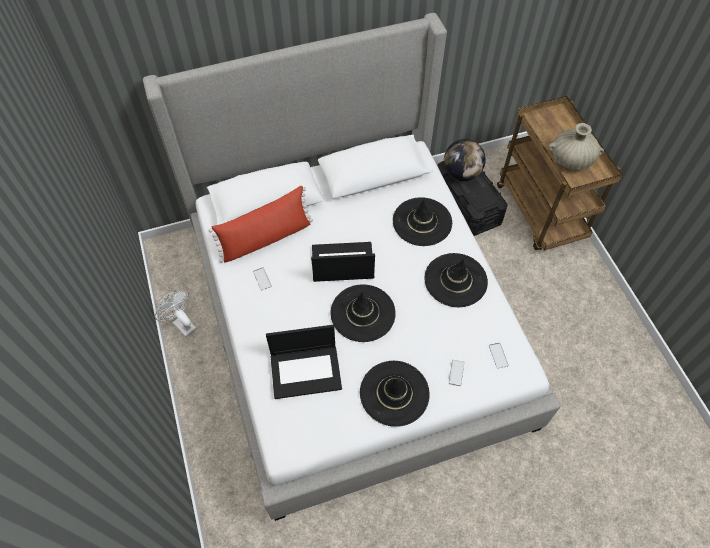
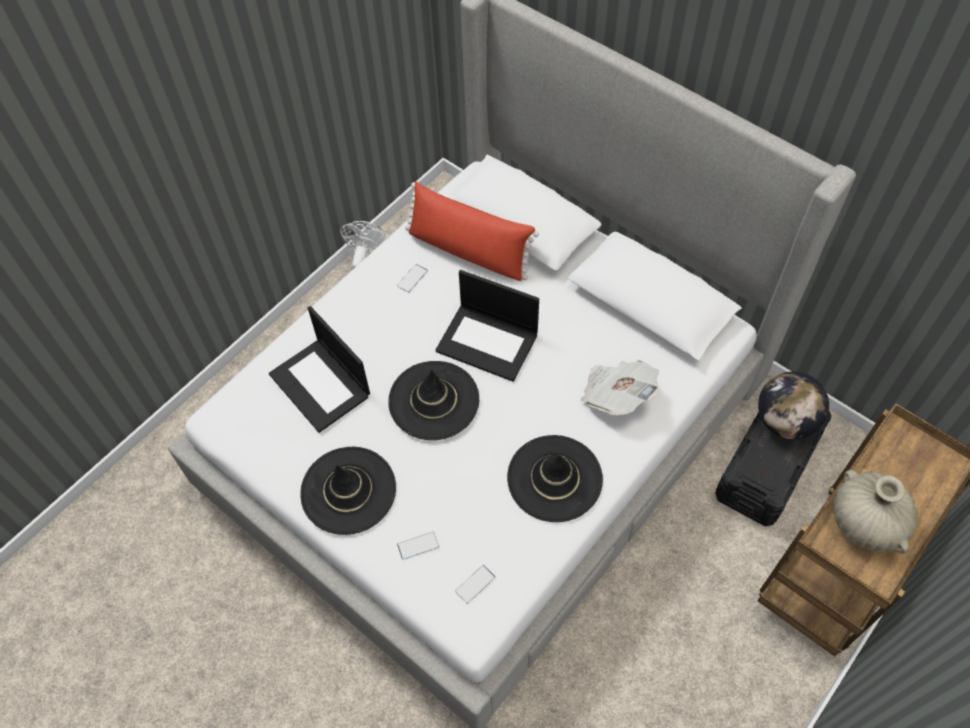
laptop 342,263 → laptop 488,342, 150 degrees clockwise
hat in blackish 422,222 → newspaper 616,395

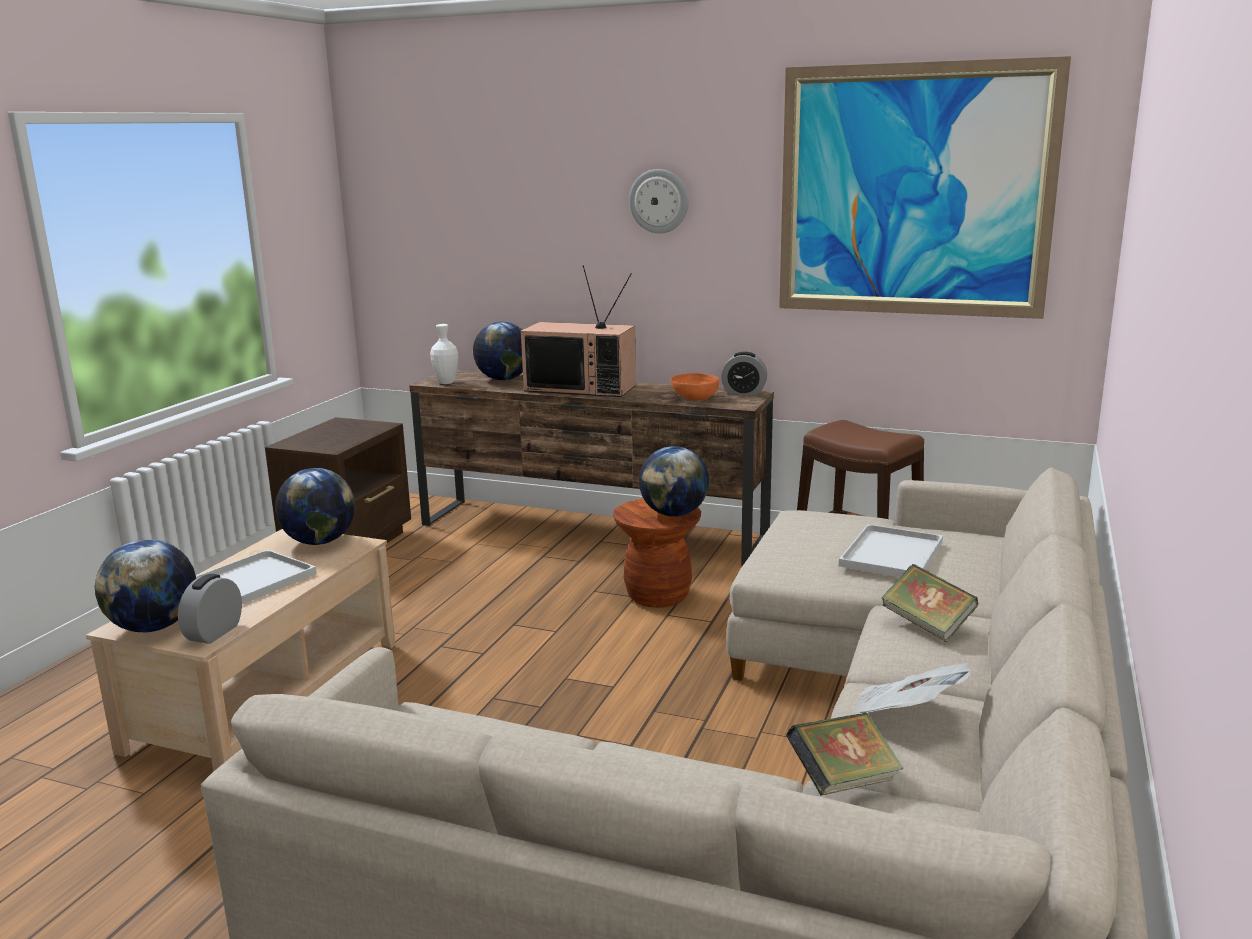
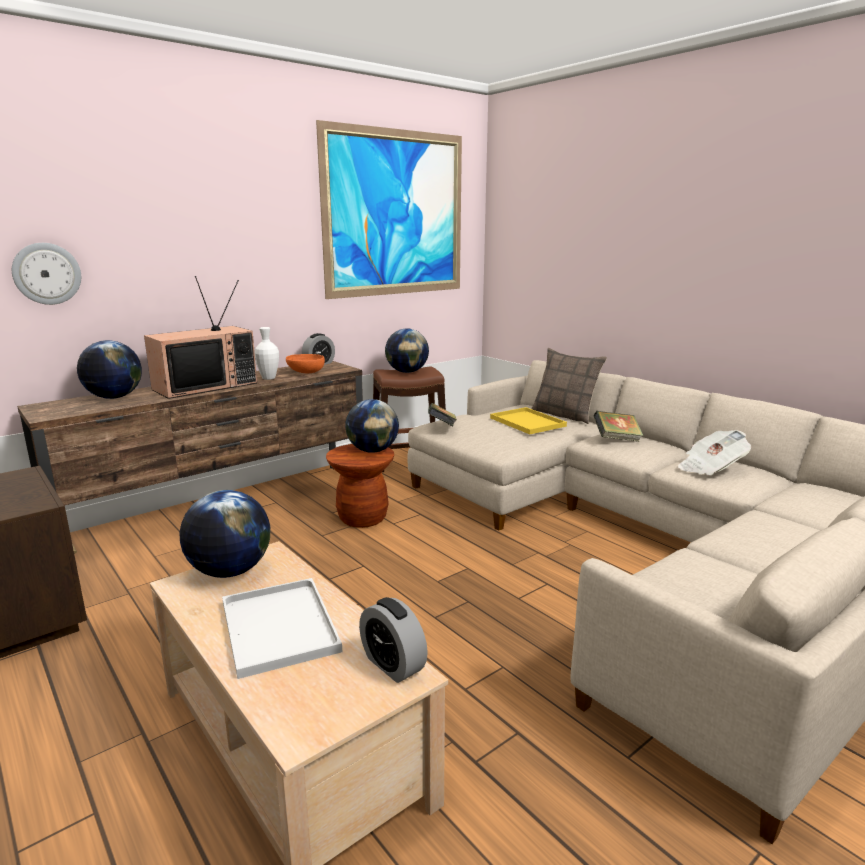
desk globe 154,627 → desk globe 407,372, moved
vase in whitish 446,382 → vase in whitish 268,378, moved
hanging clock 659,201 → hanging clock 47,273, moved
bound book 843,781 → bound book 442,427, moved
serving tray in whitish 891,553 → serving tray in yellowish 526,422
- → throw pillow 565,415

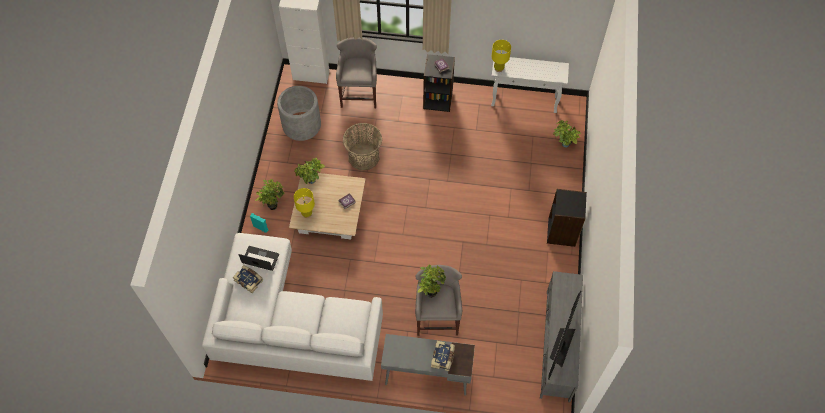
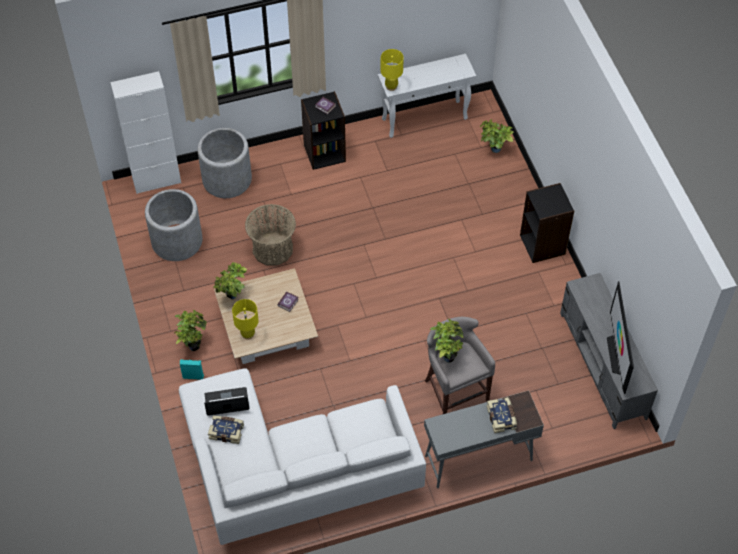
sitting stool in grey 359,93 → flower pot in grey 227,179

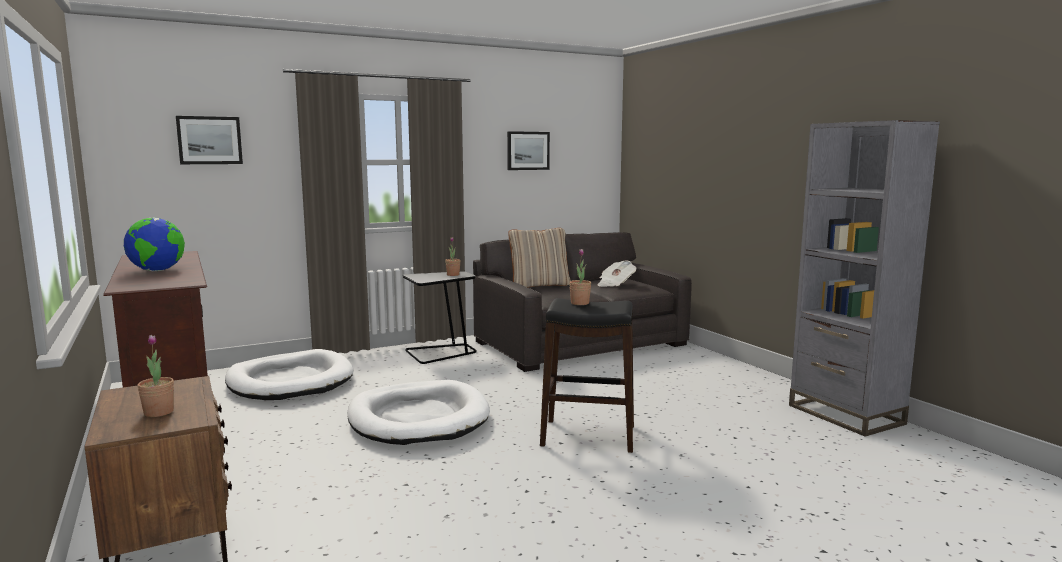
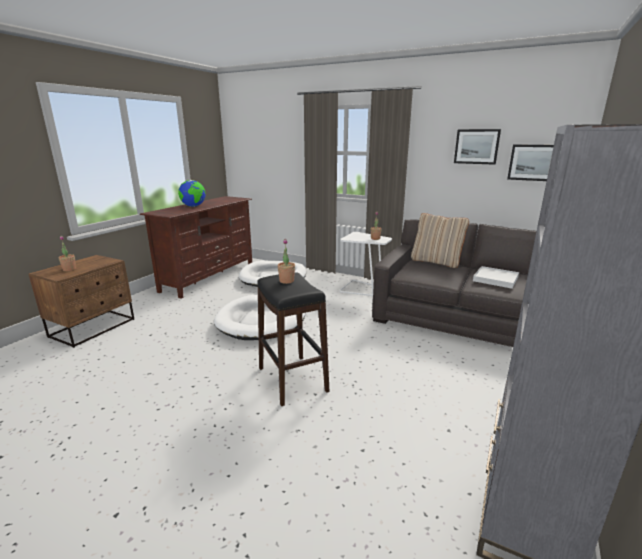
picture 209,140 → picture 533,162, moved
end table in blackish 440,353 → end table in whitish 364,289
newspaper 615,284 → serving tray in whitish 495,279

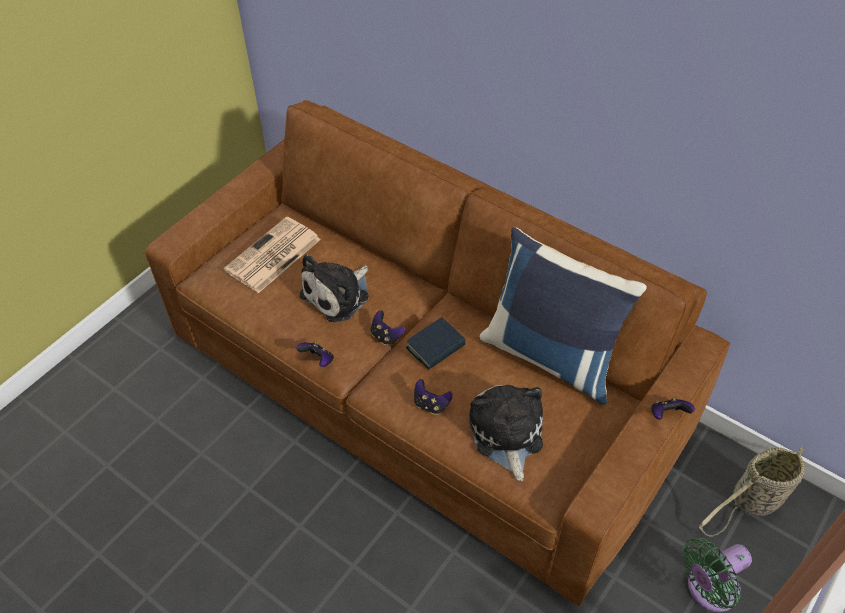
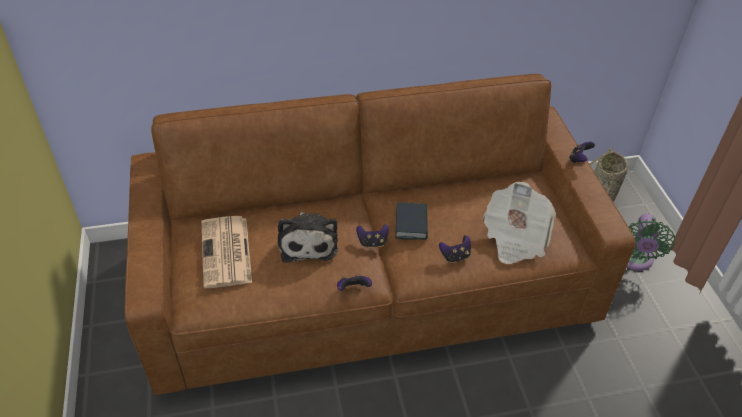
cuddly toy 506,435 → newspaper 515,237
throw pillow in bluish 551,355 → -

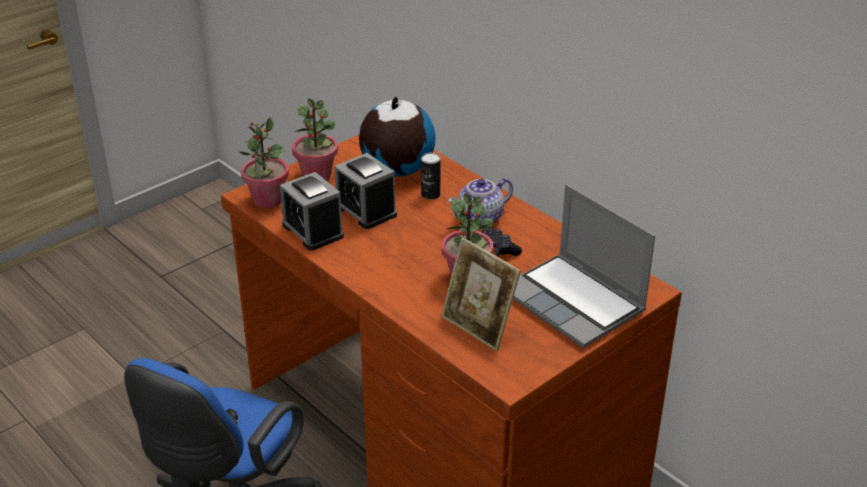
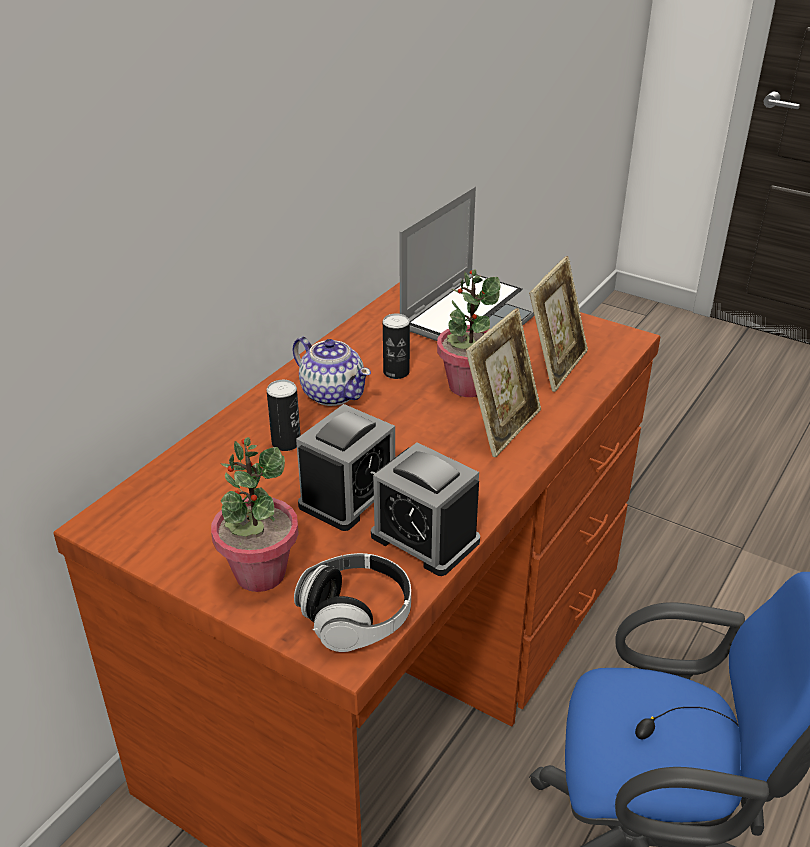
plant in a pot 267,200 → headphones 356,617
alarm clock 313,231 → alarm clock 425,538, 90 degrees clockwise
desk globe 397,170 → -
gamepad in blackish 498,248 → can 396,372
- → standing frame 502,427

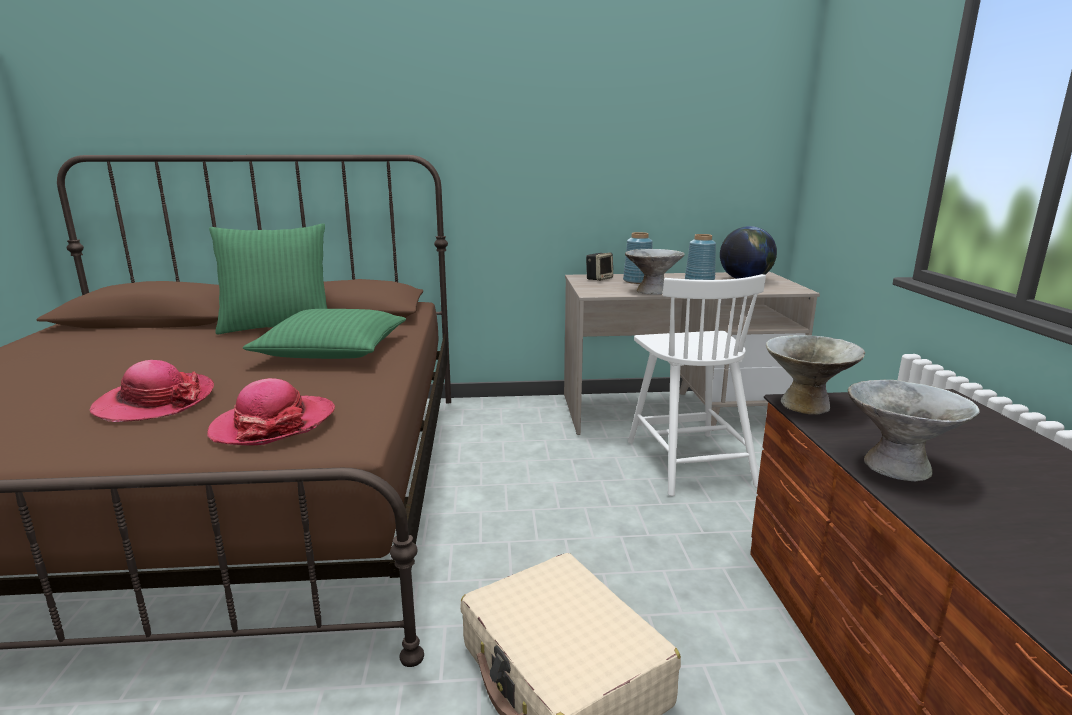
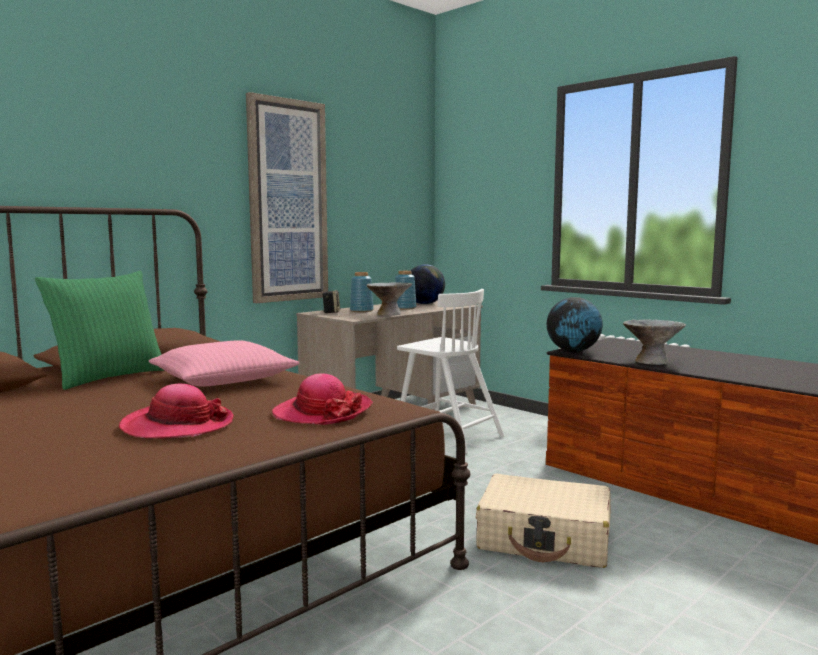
throw pillow in green-coloured 333,351 → throw pillow in pink 223,380
deep dish in grey 805,405 → desk globe 573,351
- → picture 287,201

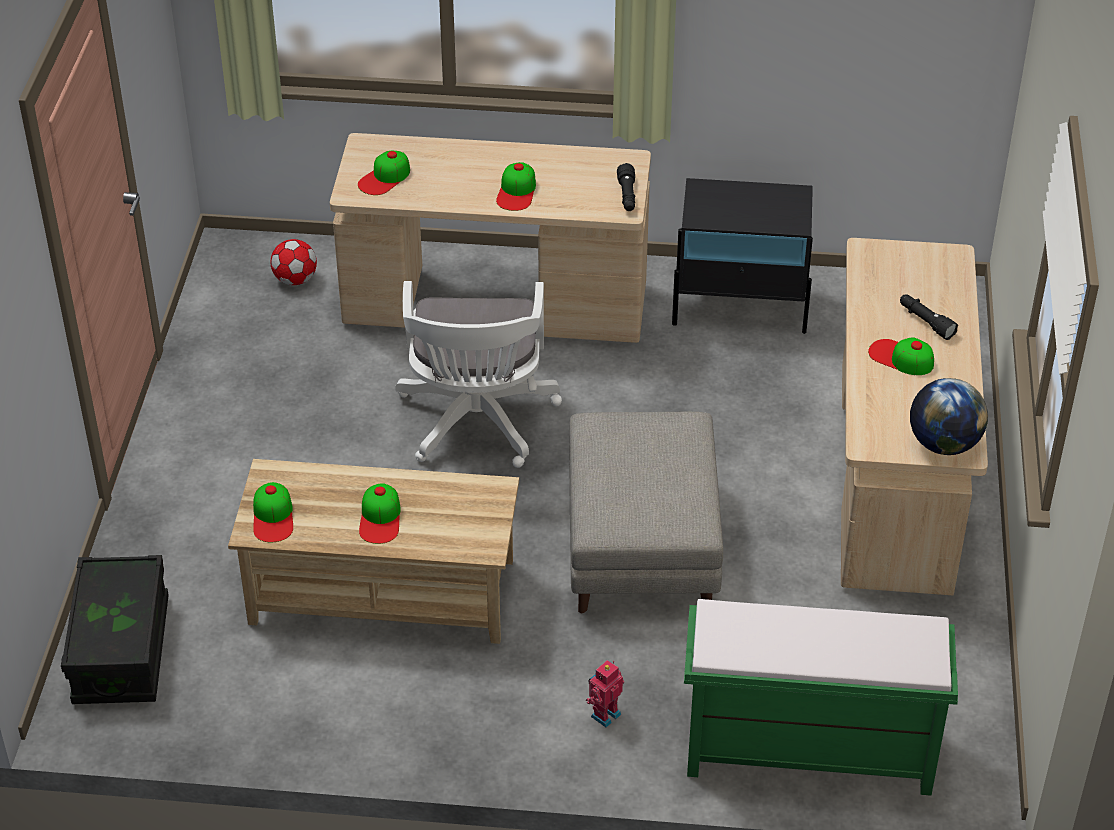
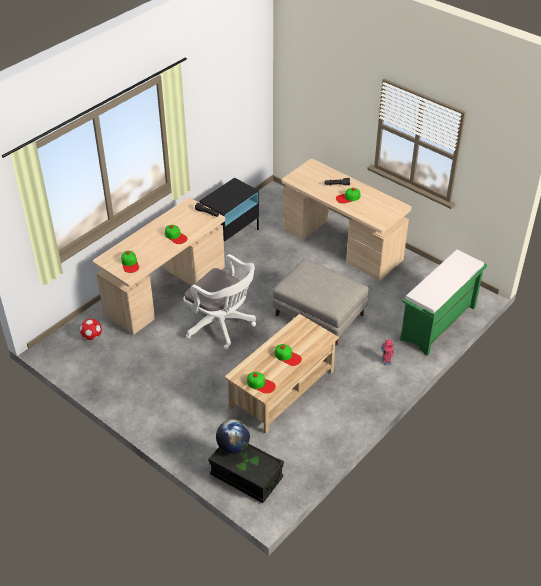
desk globe 943,444 → desk globe 233,447, moved

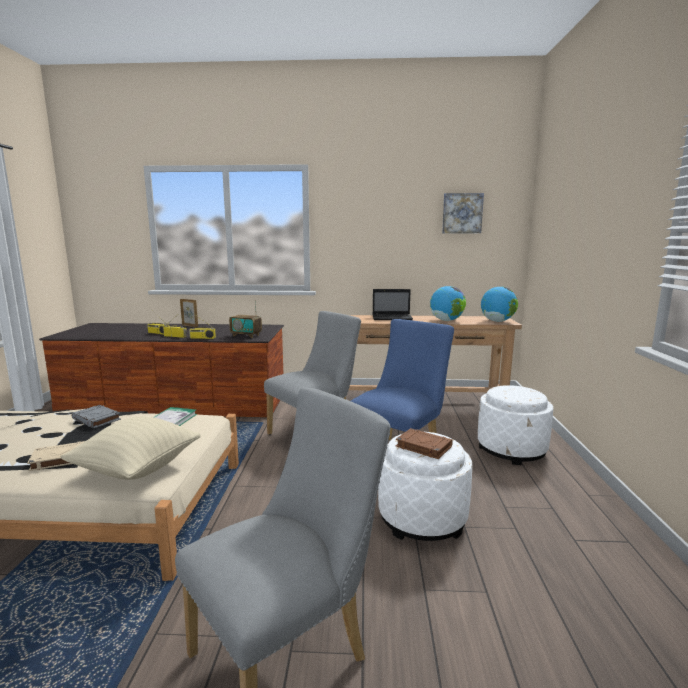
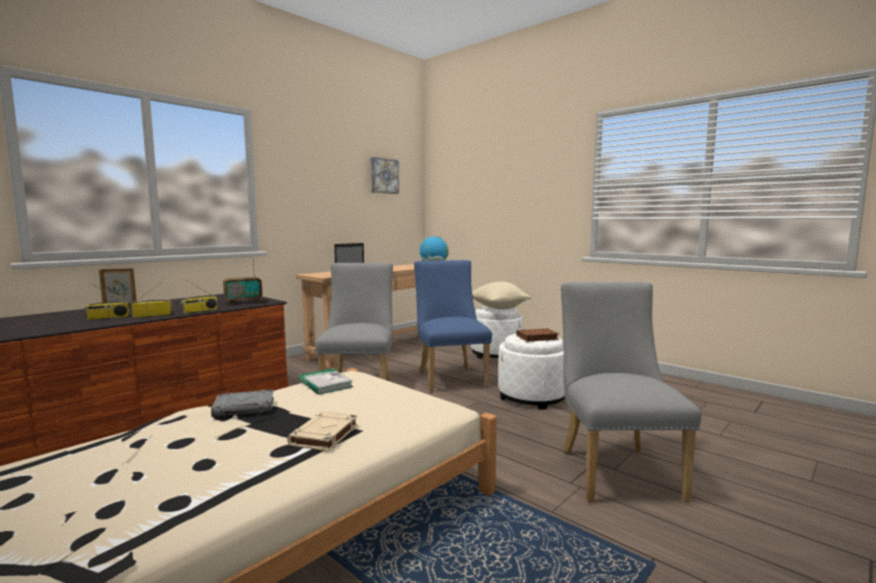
throw pillow in sand-coloured 137,469 → throw pillow in sand-coloured 498,309, moved
desk globe 446,320 → -

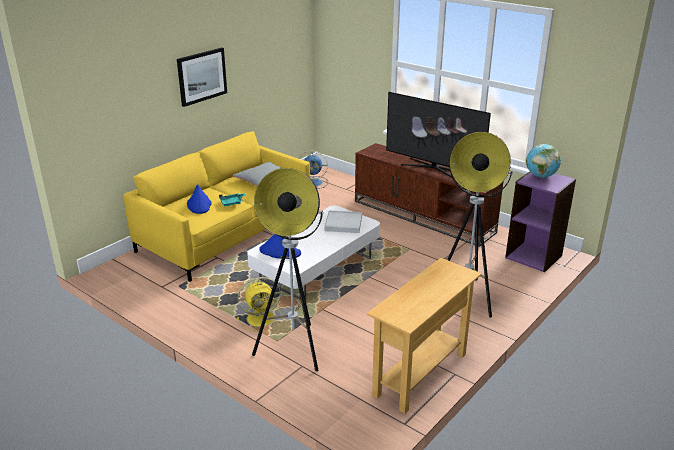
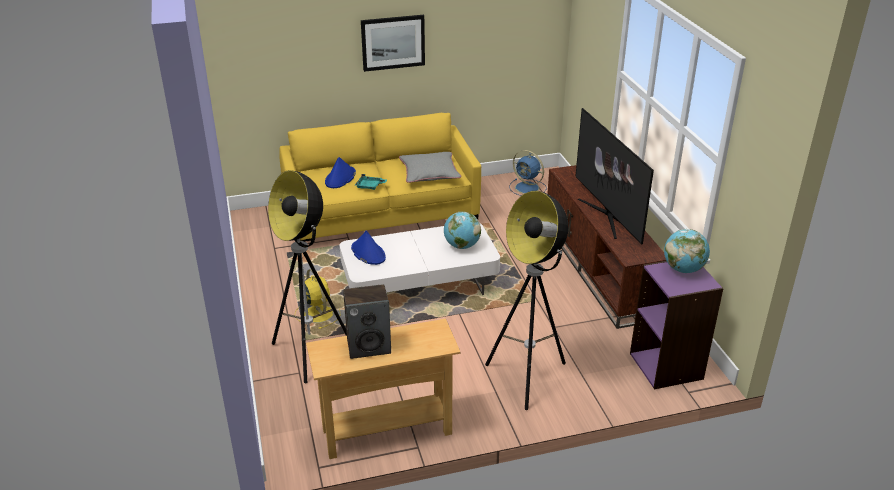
fan in yellowish 262,318 → fan in yellowish 318,313, 135 degrees counterclockwise
serving tray in whitish 343,224 → desk globe 461,246
- → loudspeaker 369,346

